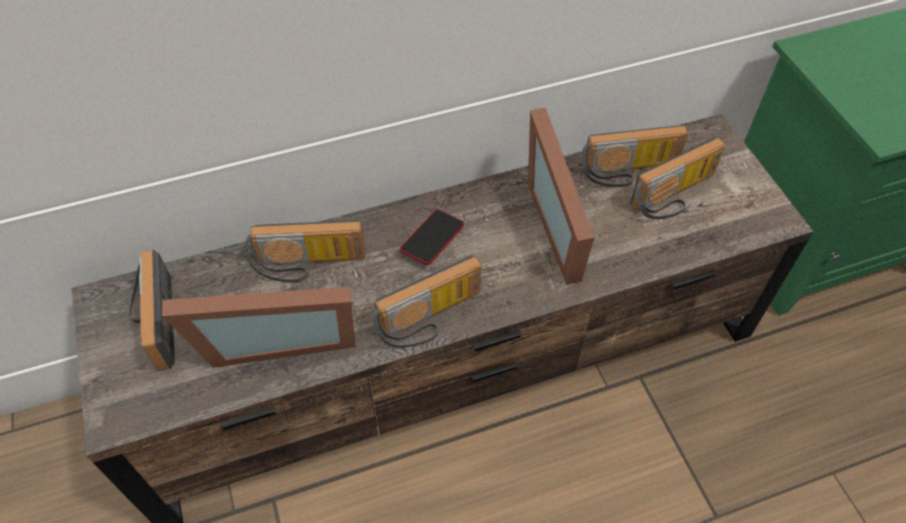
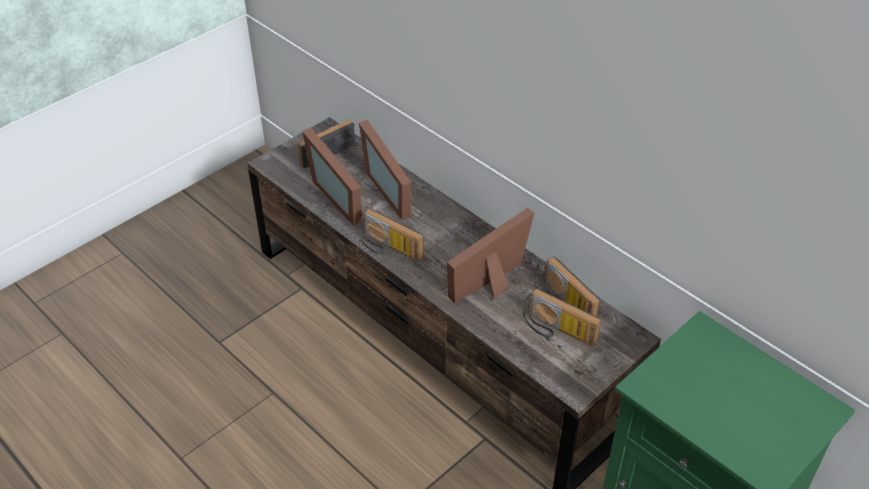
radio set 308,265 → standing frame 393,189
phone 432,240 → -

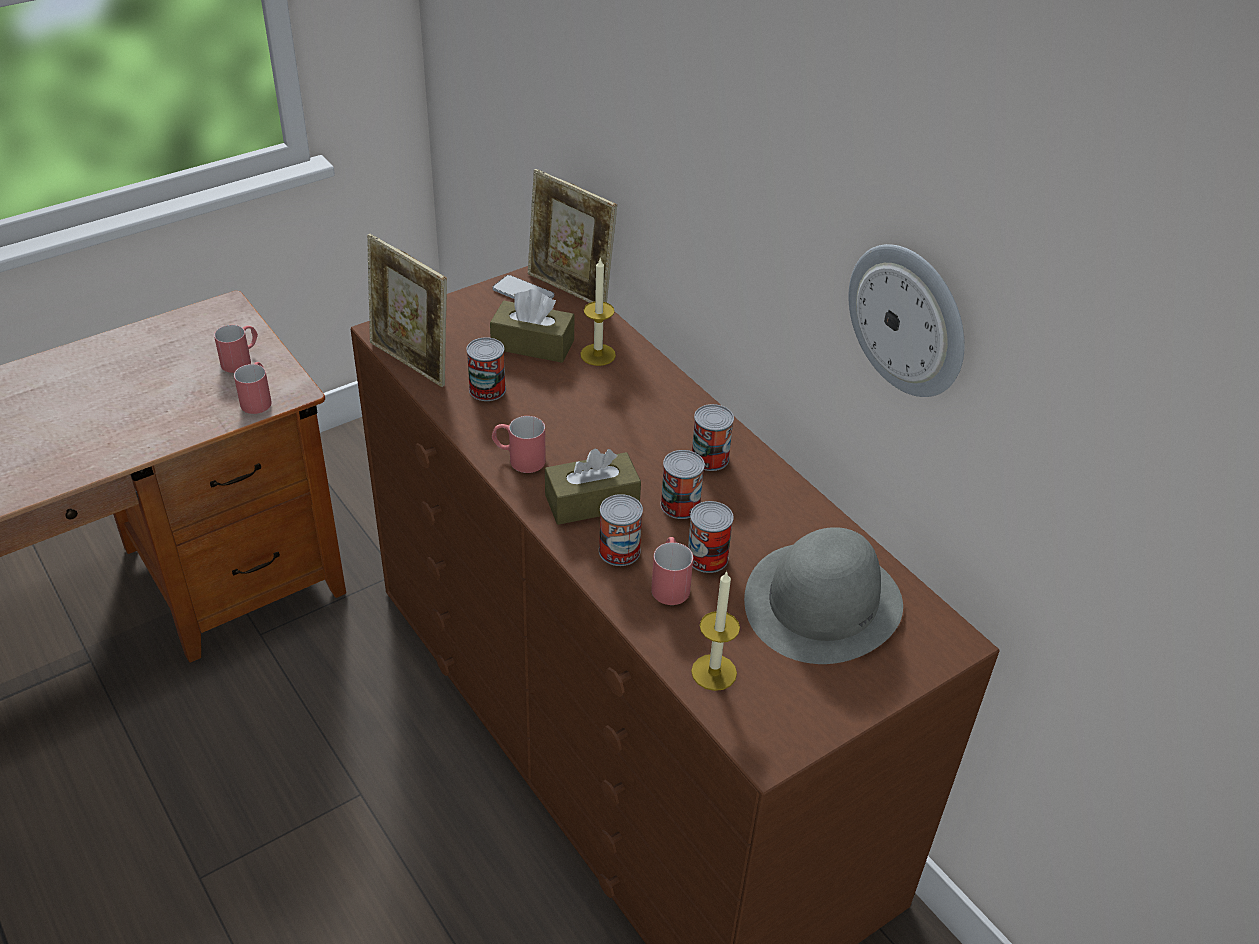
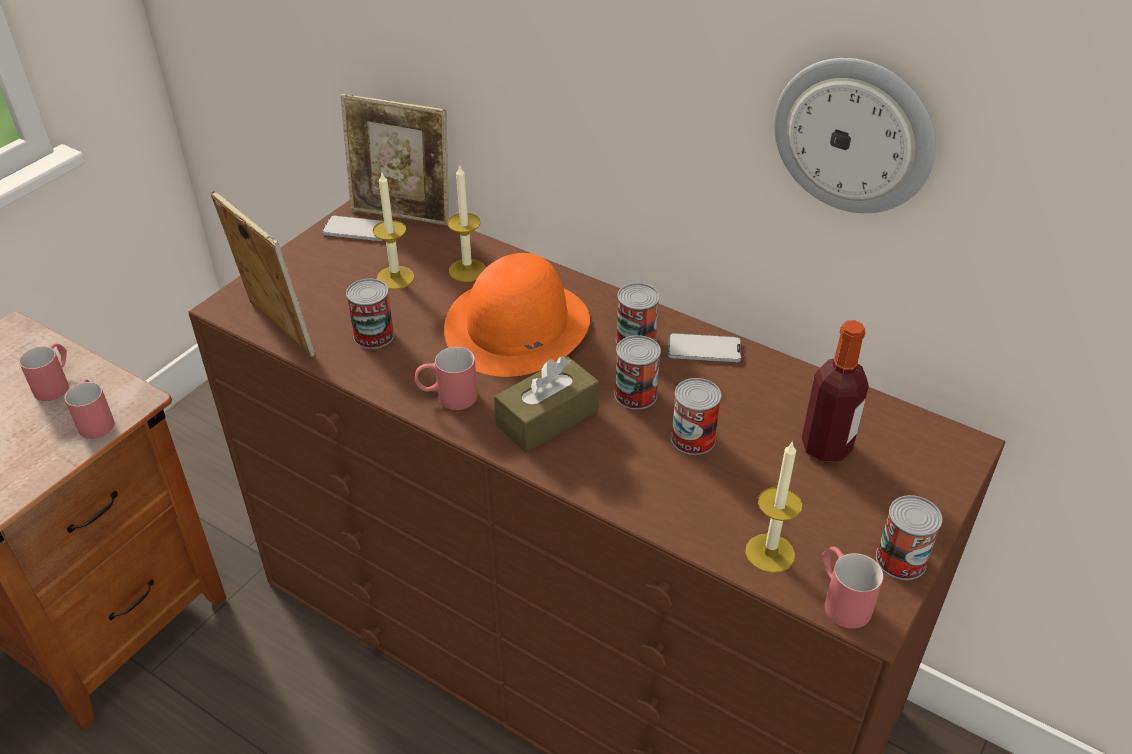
standing frame 411,362 → standing frame 276,330, 150 degrees counterclockwise
tissue box in brown 532,344 → wax light 395,278
can 619,551 → can 901,560, moved
tea mug in red 670,583 → tea mug in red 840,599, moved
hat in grey 823,602 → beverage bottle 826,447
- → hat in orange-coloured 517,326
- → phone 704,349

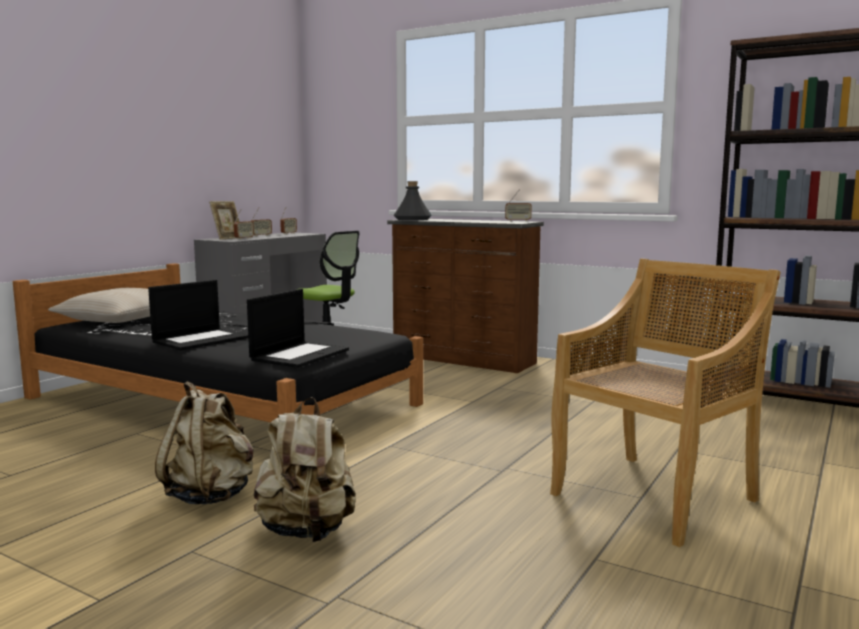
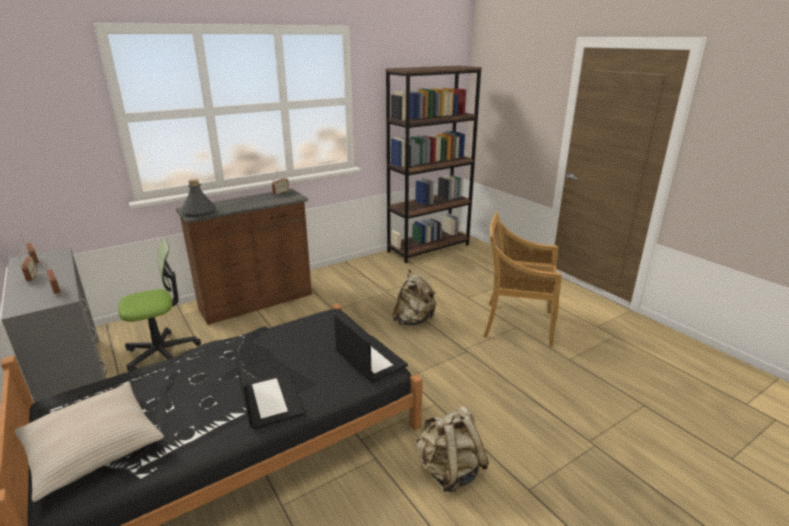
standing frame 227,238 → -
rucksack in sand-coloured 307,531 → rucksack in sand-coloured 413,320, moved
plain chair in sand-coloured 654,496 → plain chair in sand-coloured 516,323, 60 degrees counterclockwise

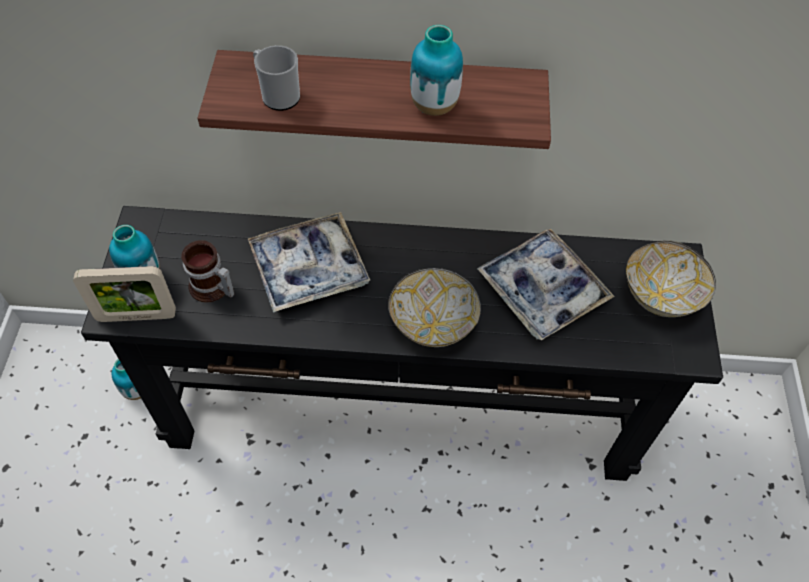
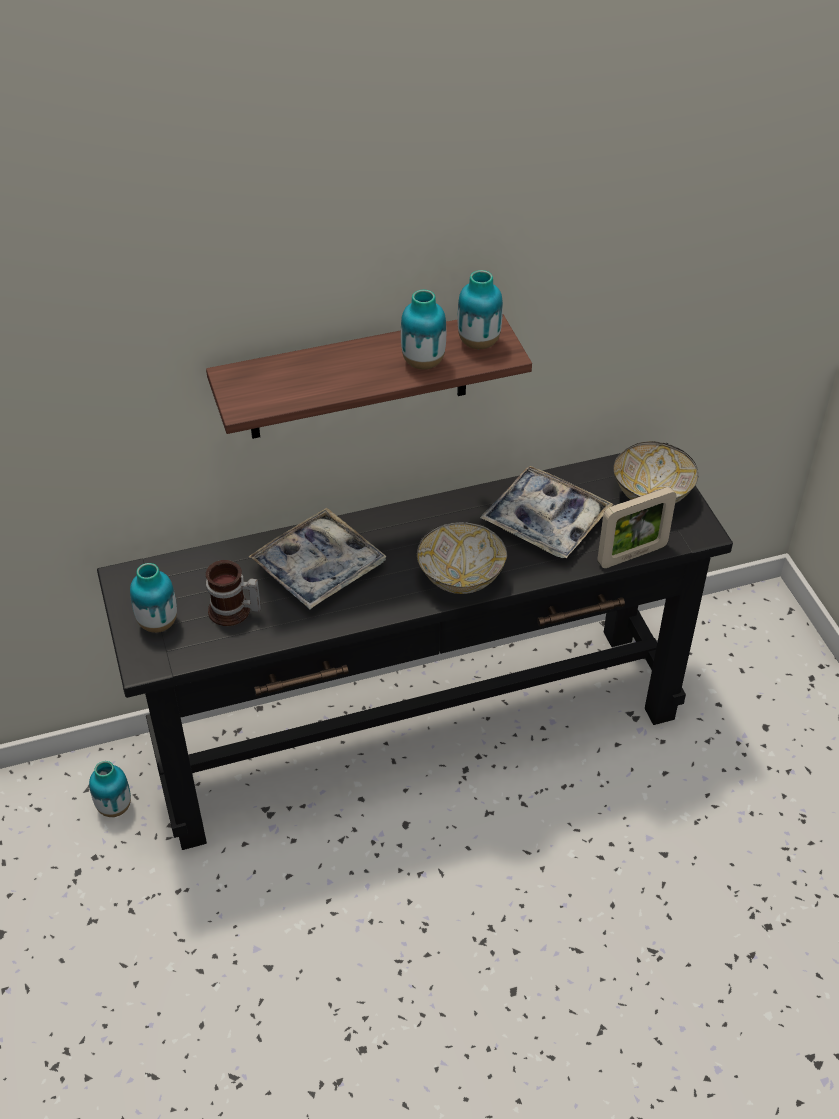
standing frame 137,316 → standing frame 632,555, moved
tea mug 277,95 → -
- → vase 478,343

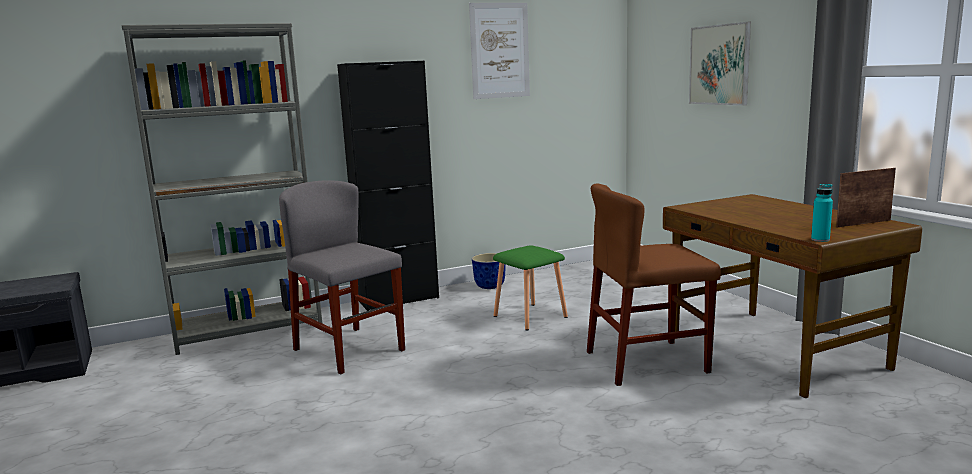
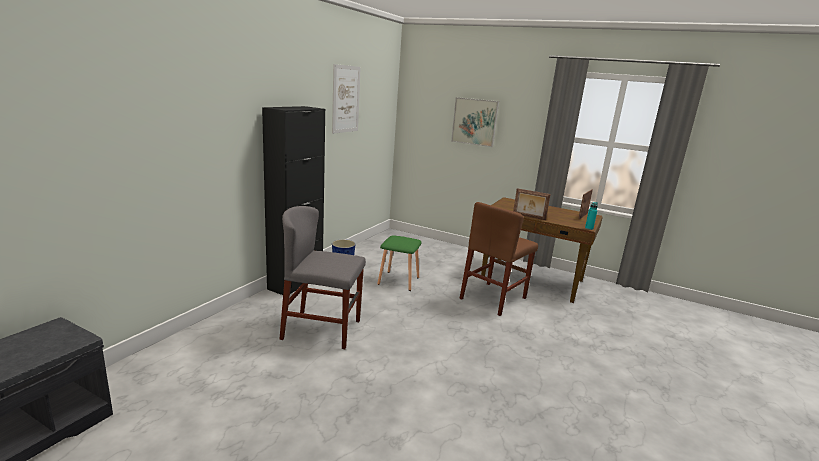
bookshelf in grey 249,331 → -
- → standing frame 529,217

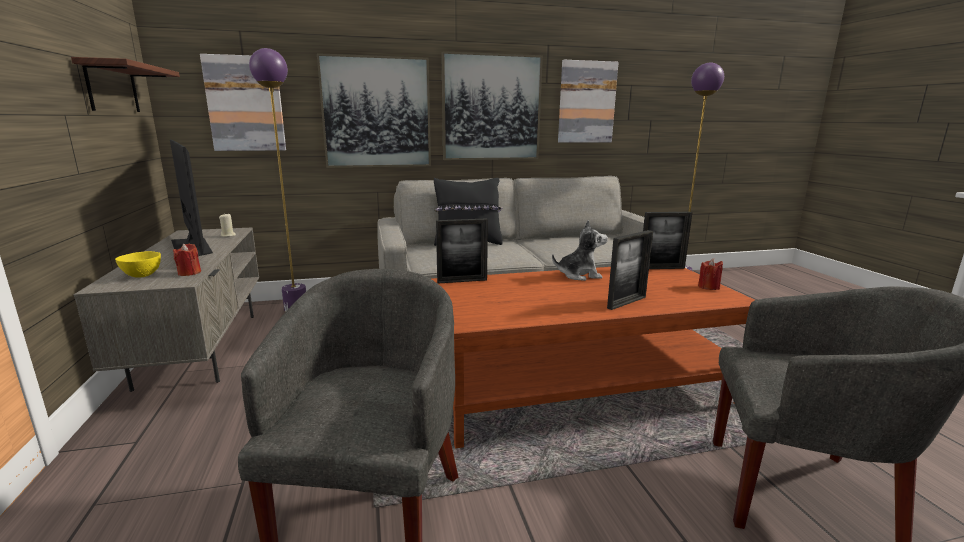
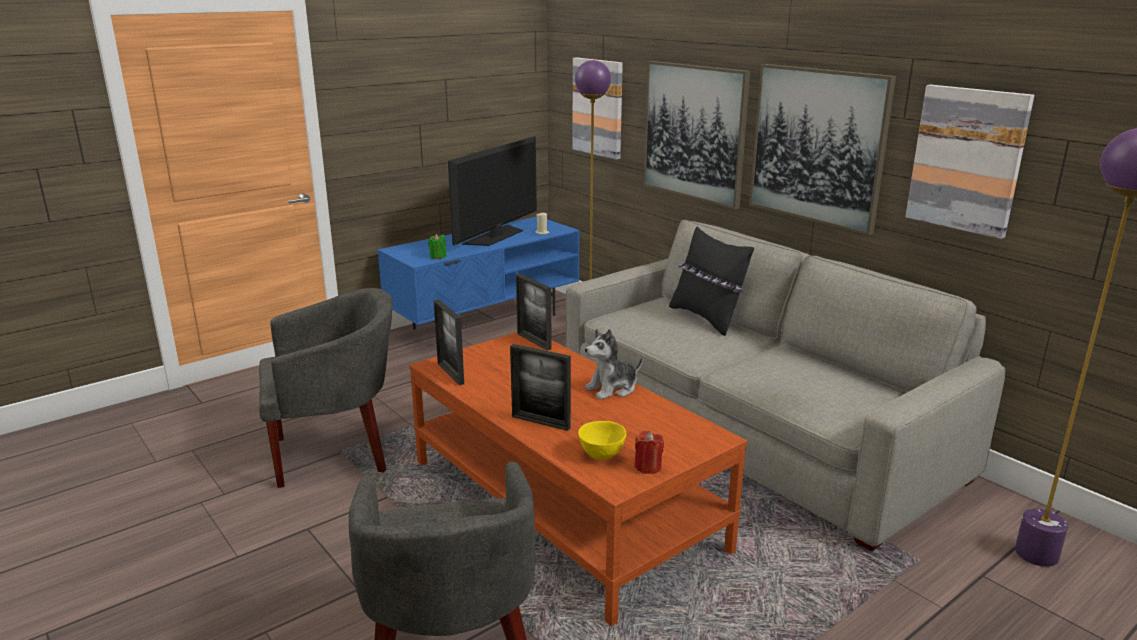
shelf 112,88 → -
tv unit in grey 200,348 → tv unit in bluish 485,321
deep dish in yellowish 142,275 → deep dish in yellowish 602,454, moved
wax light in red 189,273 → wax light in green-coloured 438,257
cuddly toy 579,275 → cuddly toy 612,389, 90 degrees clockwise
standing frame 661,268 → standing frame 450,373, moved

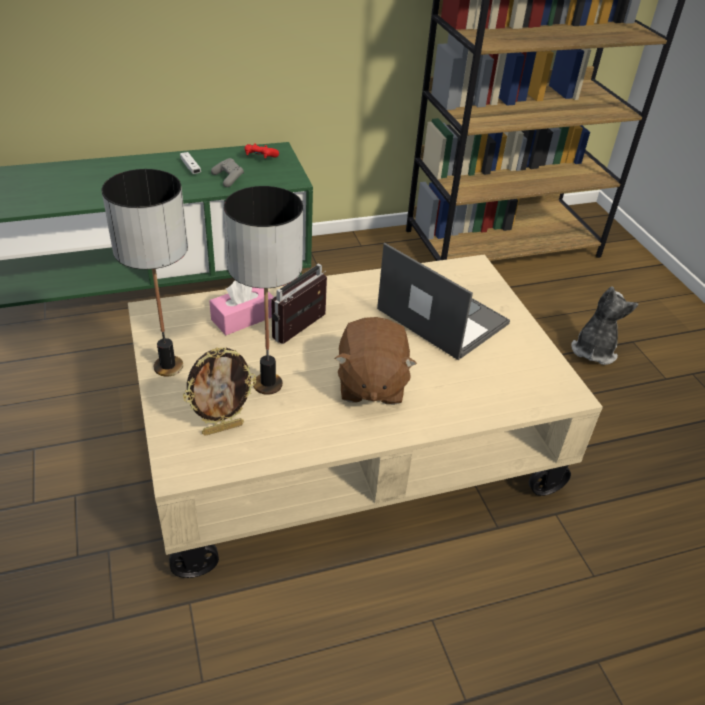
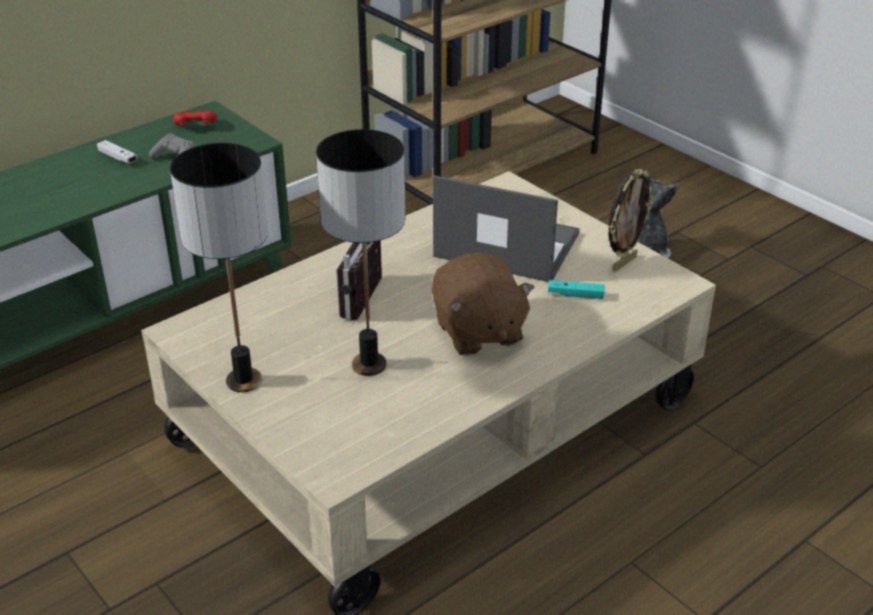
standing frame 223,428 → standing frame 623,262, moved
tissue box in pink 243,318 → -
- → gamepad in turquoise 575,295

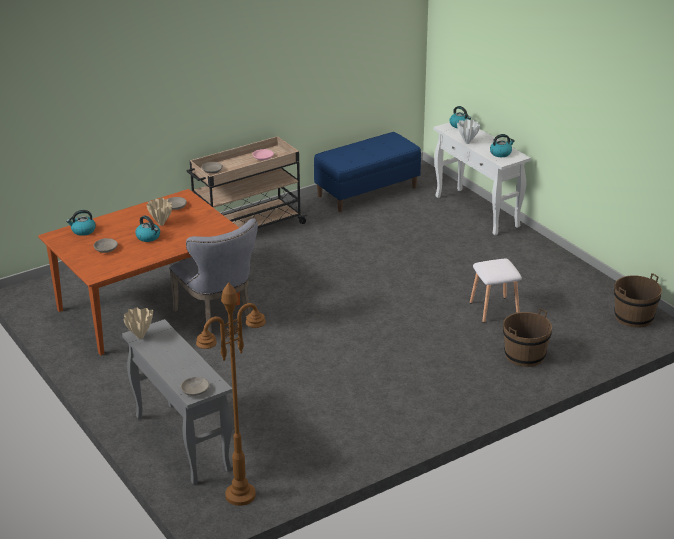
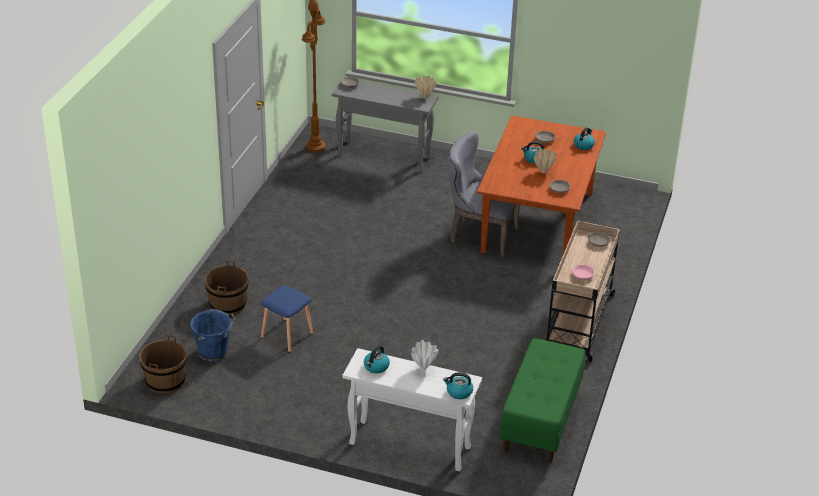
bench in bluish 367,191 → bench in green-coloured 541,420
sitting stool in whitish 495,310 → sitting stool in bluish 286,335
- → water bucket in bluish 214,352

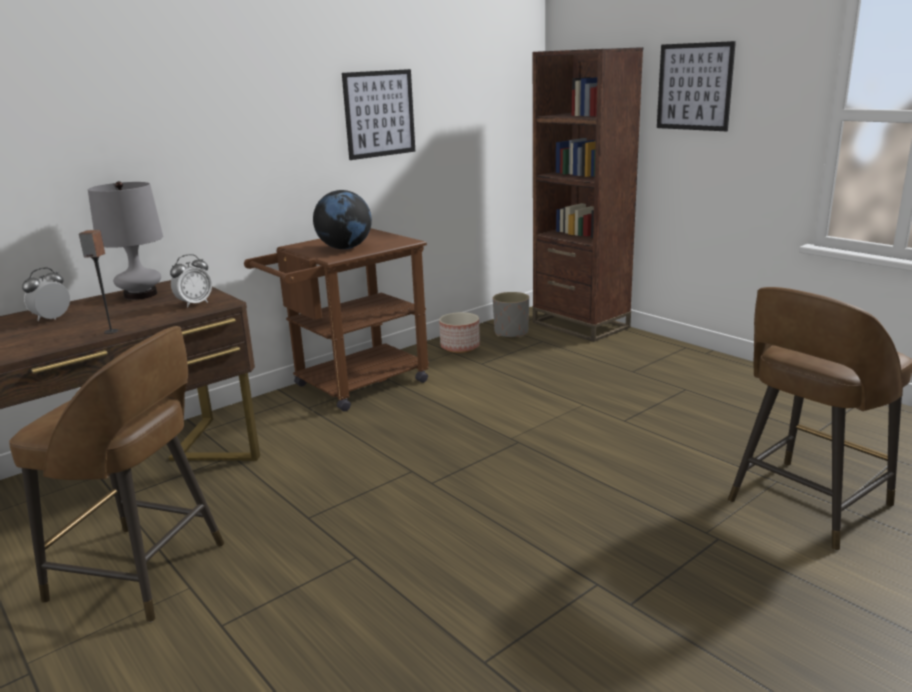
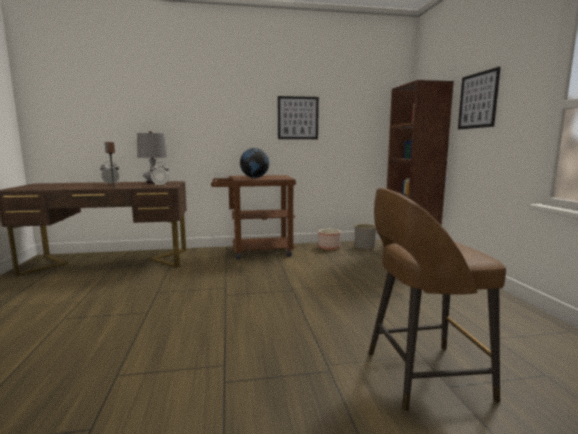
sitting stool in brown 142,572 → -

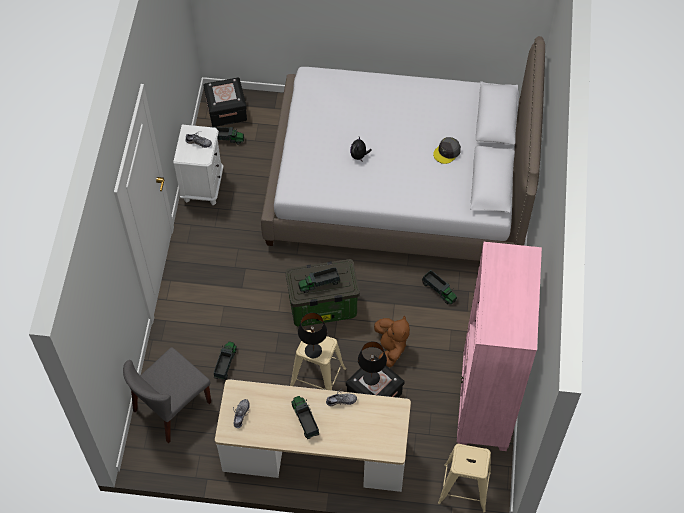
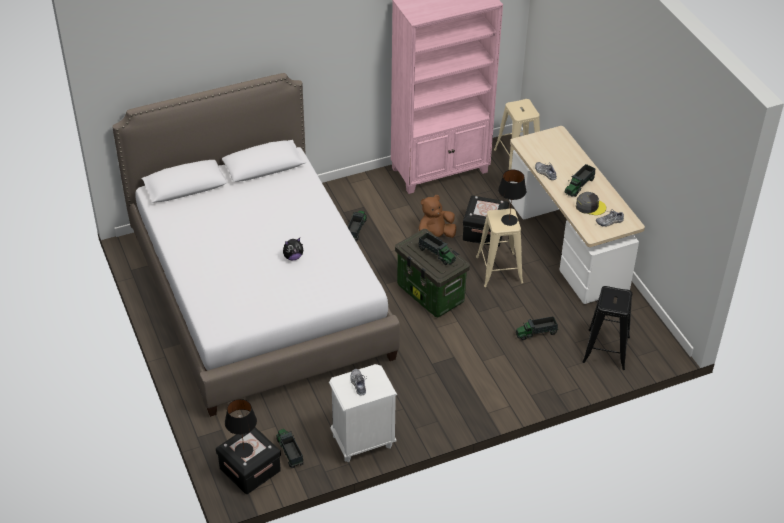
plain chair in grey 172,407 → sitting stool in blackish 606,349
table lamp in blackish 371,377 → table lamp in blackish 244,450, moved
cap in grey 447,152 → cap in grey 590,206, moved

